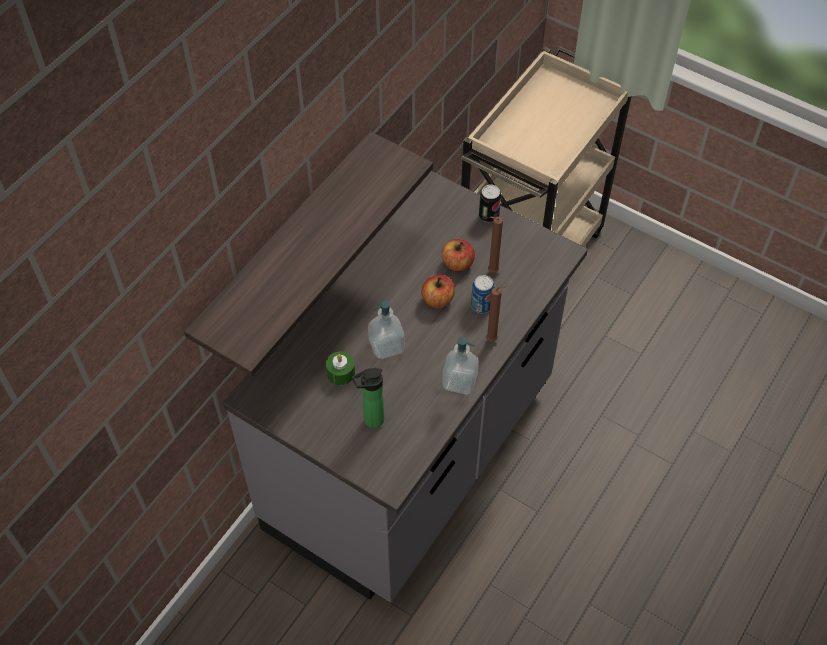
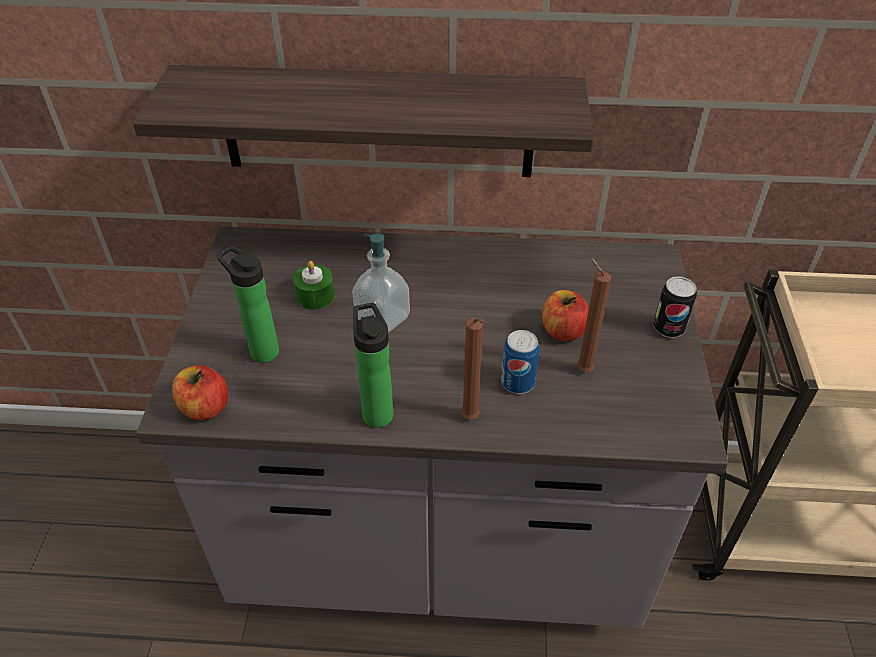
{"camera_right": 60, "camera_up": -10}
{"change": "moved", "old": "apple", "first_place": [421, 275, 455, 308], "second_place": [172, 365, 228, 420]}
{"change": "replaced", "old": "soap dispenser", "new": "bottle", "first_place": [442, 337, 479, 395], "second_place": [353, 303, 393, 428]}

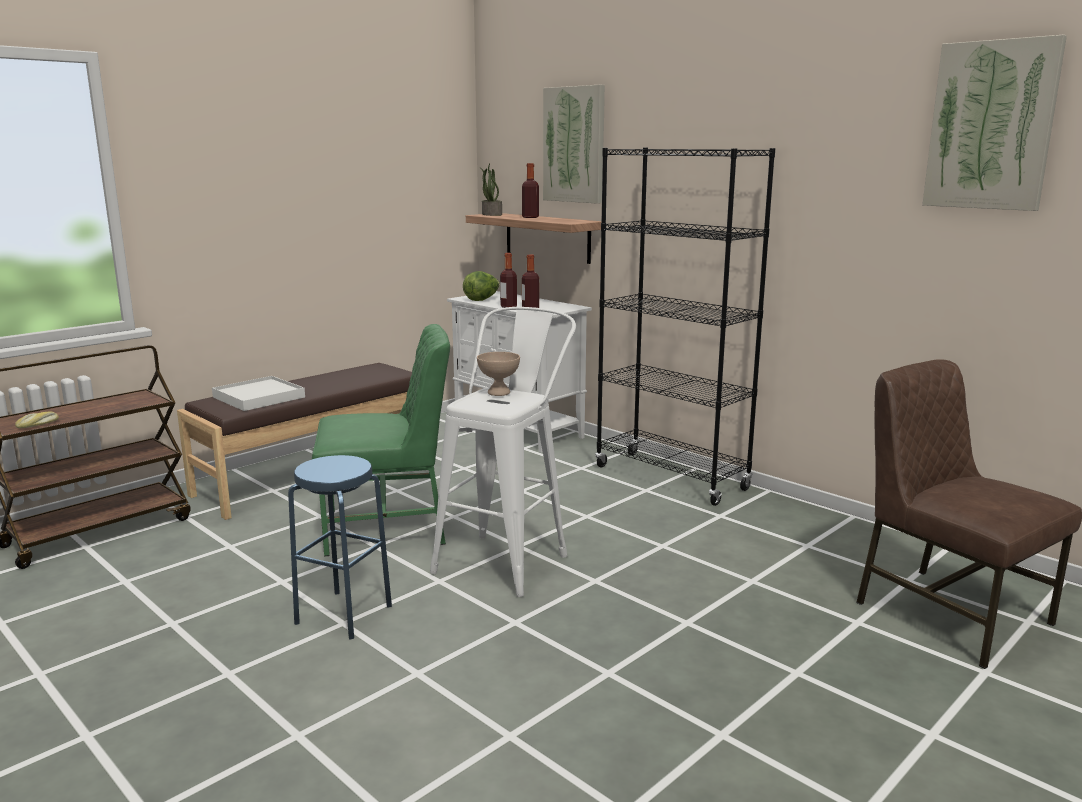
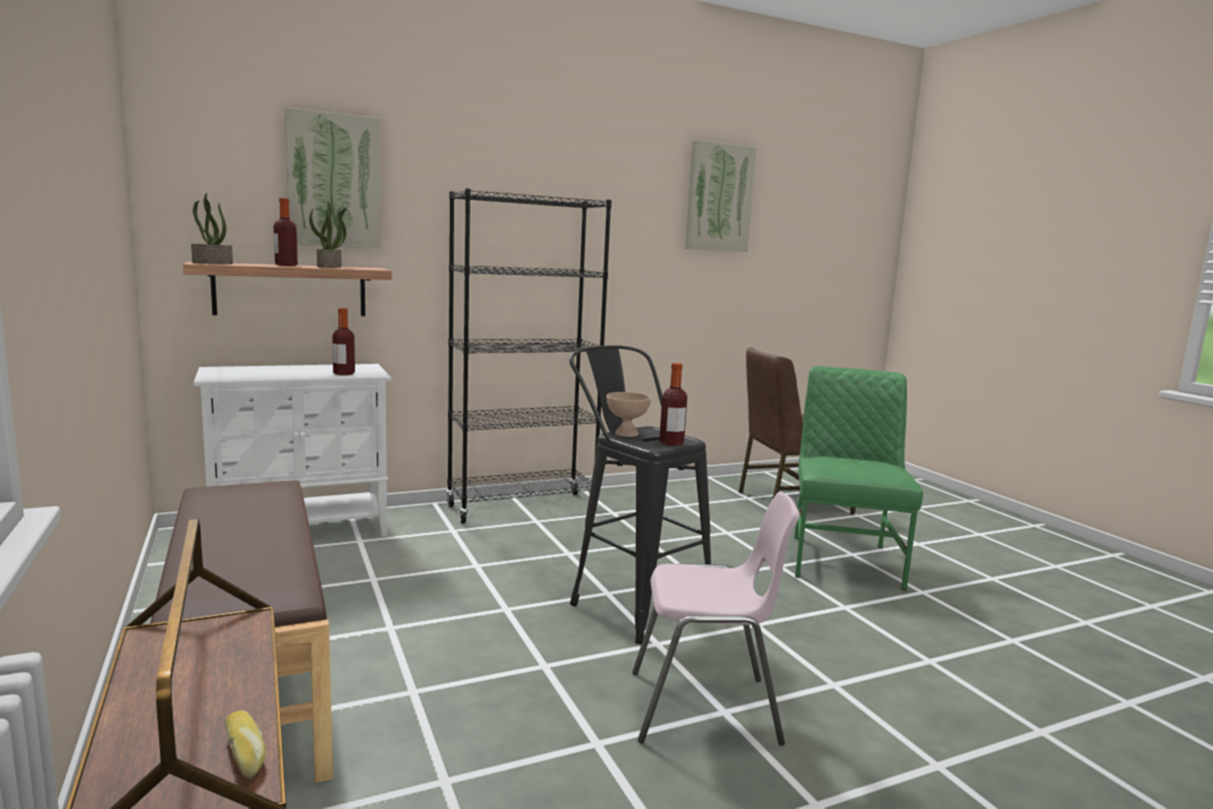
{"camera_right": -70, "camera_up": -5}
{"change": "removed", "old": "white tray", "first_place": [212, 376, 305, 411]}
{"change": "replaced", "old": "blue stool", "new": "pink chair", "first_place": [288, 455, 392, 639], "second_place": [632, 492, 800, 746]}
{"change": "moved", "old": "green chair", "first_place": [312, 324, 450, 556], "second_place": [794, 366, 923, 590]}
{"change": "recoloured", "old": "white stool", "new": "black stool", "first_place": [430, 307, 576, 597], "second_place": [569, 345, 711, 644]}
{"change": "removed", "old": "lettuce", "first_place": [463, 271, 500, 301]}
{"change": "moved", "old": "bottle", "first_place": [500, 253, 517, 308], "second_place": [659, 363, 687, 446]}
{"change": "added", "new": "potted plant", "second_place": [309, 201, 347, 268]}

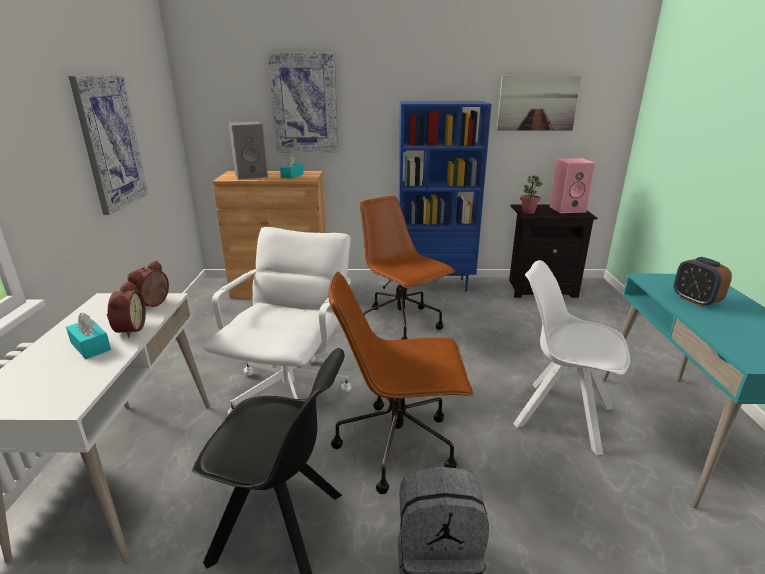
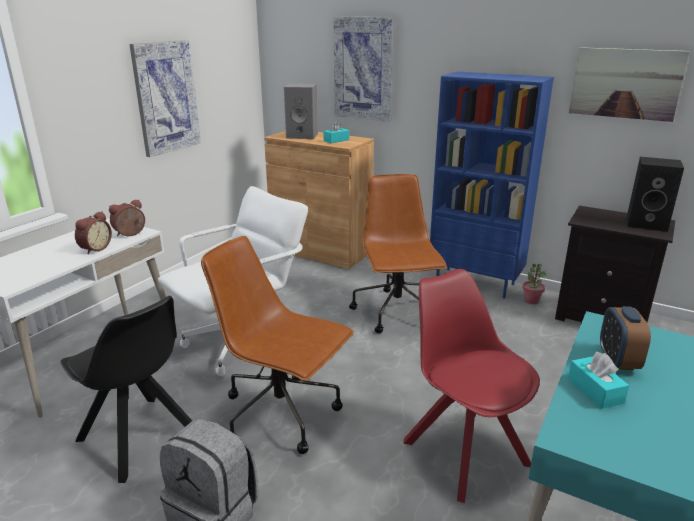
{"camera_right": 30, "camera_up": 0}
{"change": "moved", "old": "turquoise tissue box", "first_place": [66, 313, 111, 359], "second_place": [568, 352, 629, 409]}
{"change": "recoloured", "old": "white chair", "new": "red chair", "first_place": [513, 260, 630, 455], "second_place": [403, 269, 540, 503]}
{"change": "moved", "old": "potted plant", "first_place": [520, 175, 543, 214], "second_place": [522, 264, 547, 304]}
{"change": "recoloured", "old": "pink speaker", "new": "black speaker", "first_place": [550, 158, 595, 213], "second_place": [627, 157, 684, 232]}

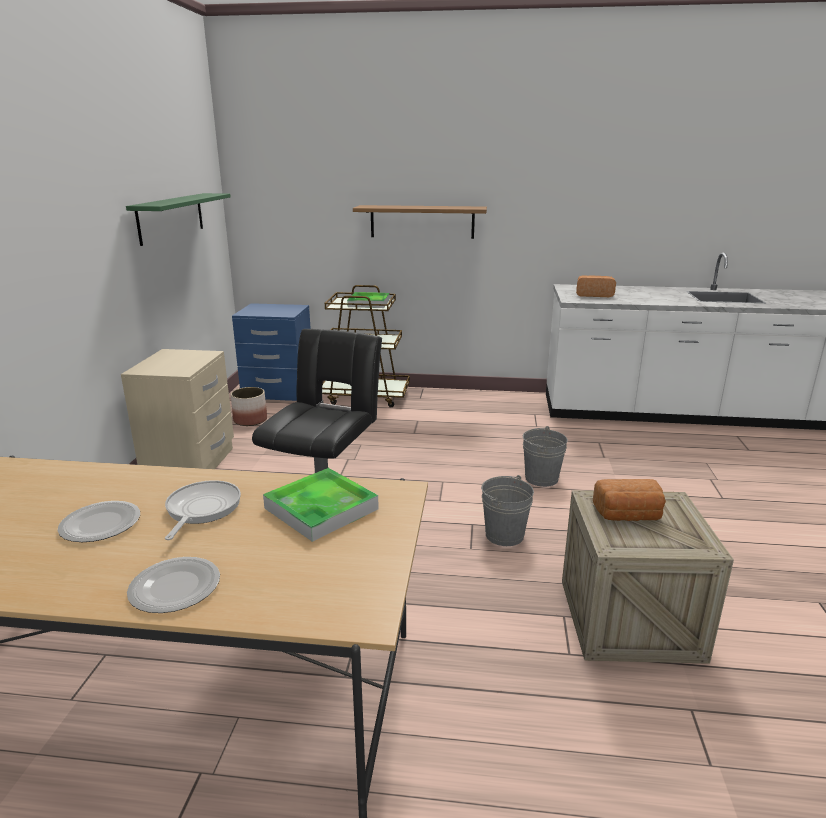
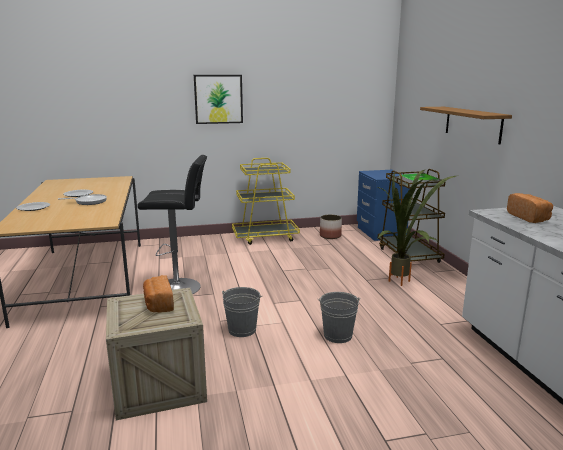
{"camera_right": 70, "camera_up": -5}
{"change": "replaced", "old": "beige nightstand", "new": "yellow cart", "first_place": [121, 349, 234, 469], "second_place": [232, 158, 300, 245]}
{"change": "removed", "old": "green shelf", "first_place": [126, 193, 231, 246]}
{"change": "removed", "old": "tray", "first_place": [263, 468, 379, 542]}
{"change": "added", "new": "picture", "second_place": [194, 75, 243, 124]}
{"change": "added", "new": "potted plant", "second_place": [375, 169, 456, 286]}

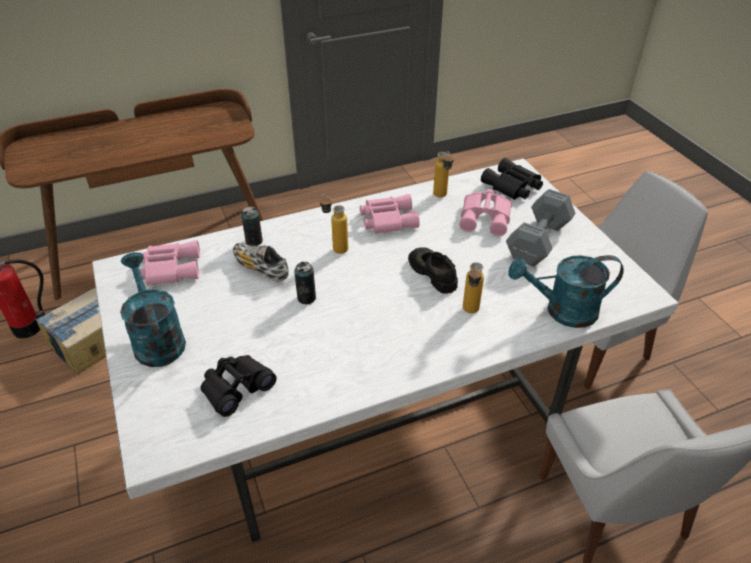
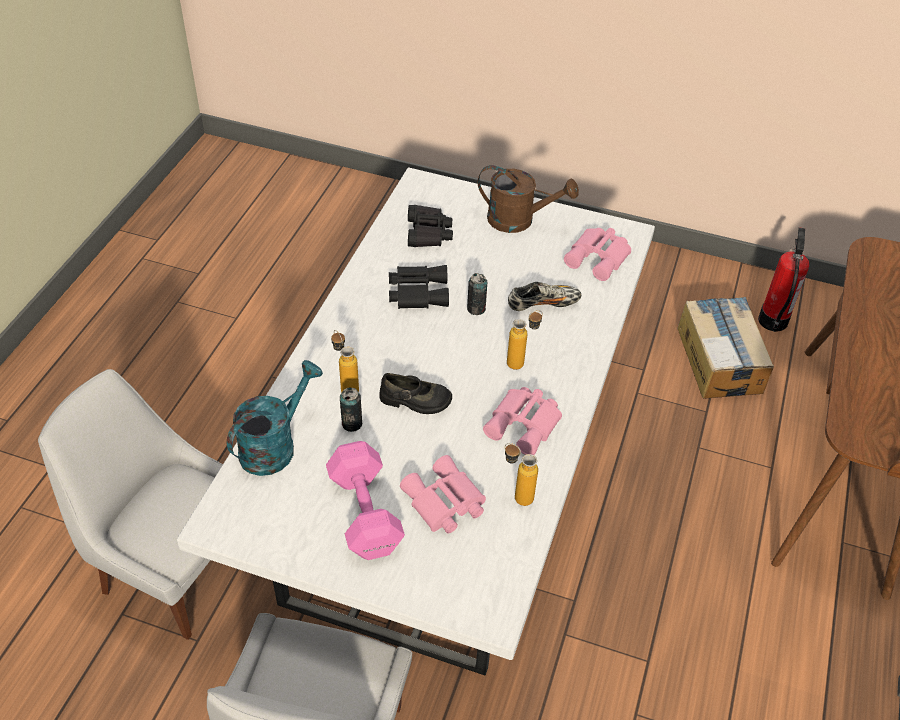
{"camera_right": 130, "camera_up": 5}
{"change": "recoloured", "old": "turquoise watering can", "new": "brown watering can", "first_place": [120, 252, 186, 367], "second_place": [478, 165, 579, 233]}
{"change": "moved", "old": "can", "first_place": [241, 207, 263, 246], "second_place": [340, 387, 362, 432]}
{"change": "moved", "old": "black binoculars", "first_place": [481, 158, 543, 200], "second_place": [389, 265, 449, 309]}
{"change": "recoloured", "old": "grey dumbbell", "new": "pink dumbbell", "first_place": [506, 189, 575, 267], "second_place": [326, 441, 405, 560]}

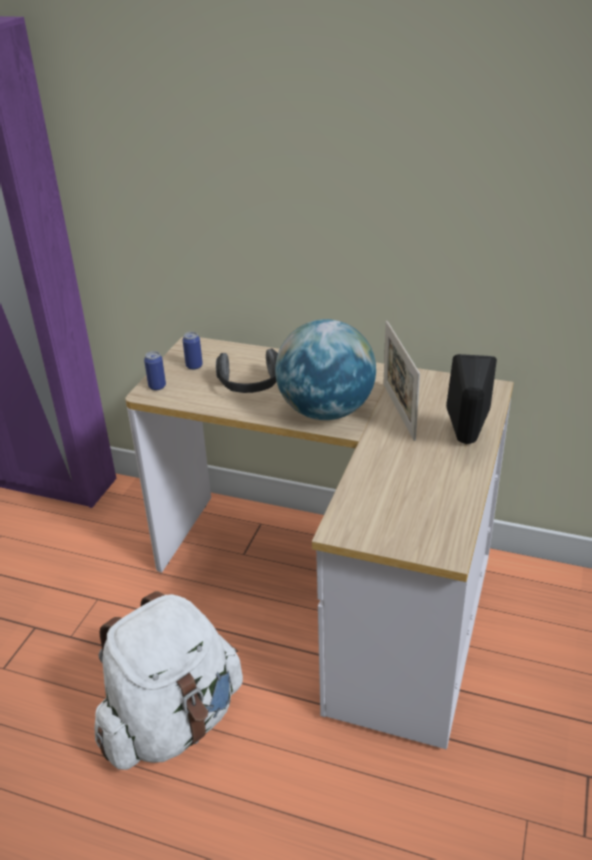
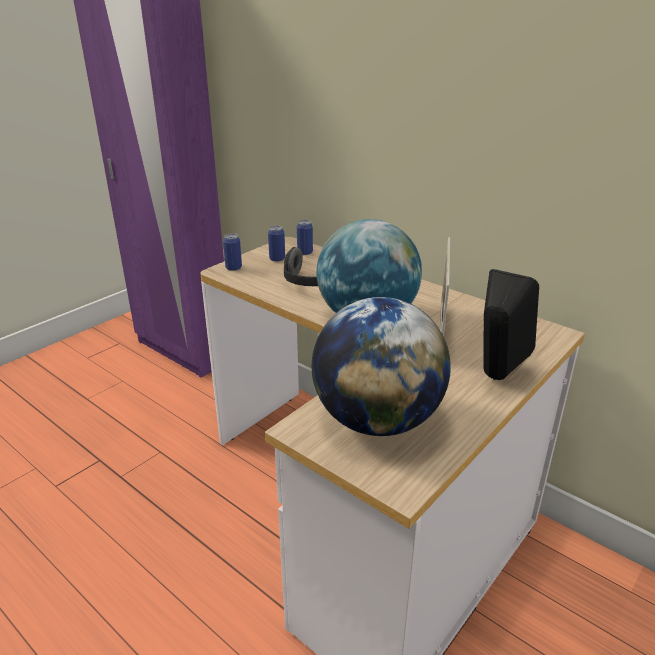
{"camera_right": 20, "camera_up": -5}
{"change": "removed", "old": "white backpack", "first_place": [95, 591, 243, 770]}
{"change": "added", "new": "can", "second_place": [297, 220, 313, 255]}
{"change": "added", "new": "globe", "second_place": [312, 297, 451, 436]}

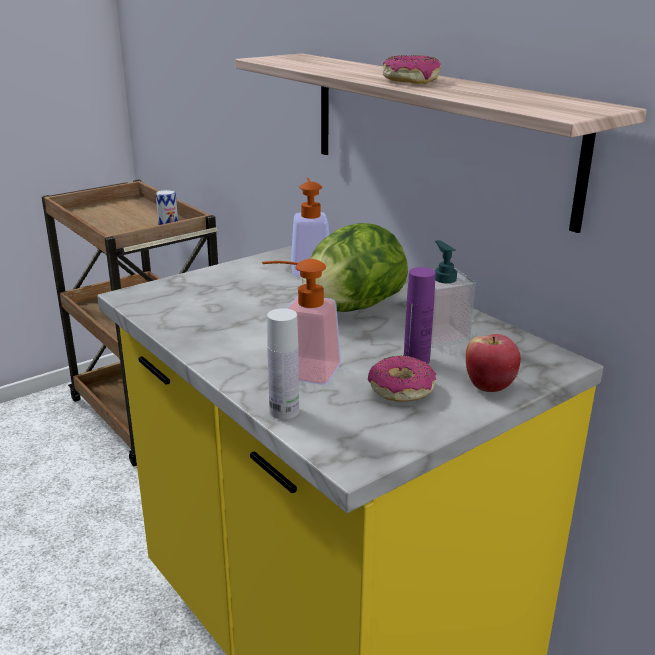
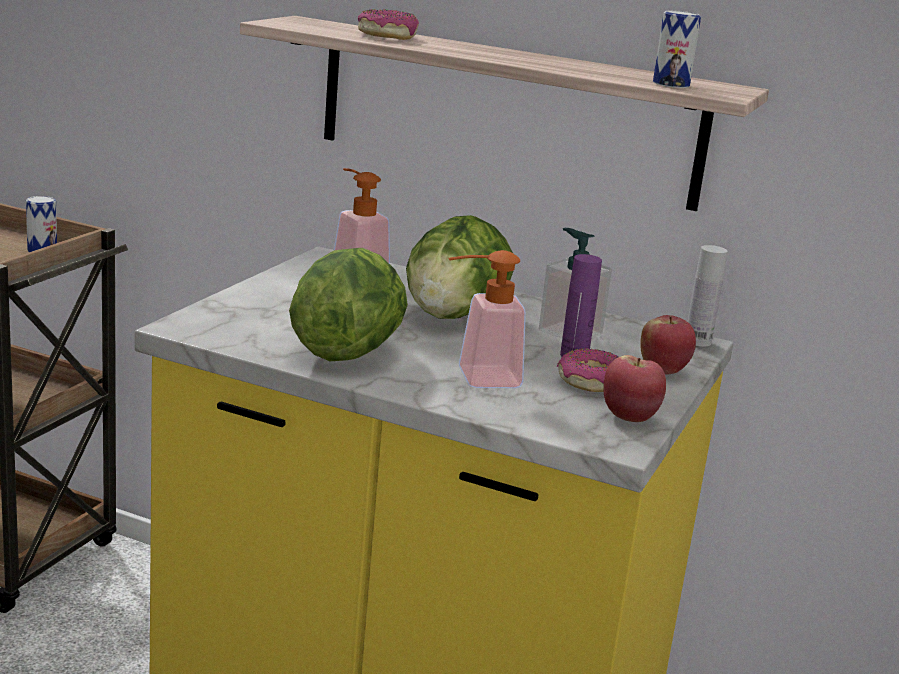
{"camera_right": -30, "camera_up": -5}
{"change": "moved", "old": "white bottle", "first_place": [267, 308, 299, 420], "second_place": [688, 245, 728, 347]}
{"change": "moved", "old": "donut", "first_place": [383, 55, 441, 84], "second_place": [358, 9, 419, 40]}
{"change": "added", "new": "lettuce", "second_place": [289, 248, 408, 361]}
{"change": "added", "new": "apple", "second_place": [603, 355, 666, 422]}
{"change": "added", "new": "can", "second_place": [653, 10, 701, 88]}

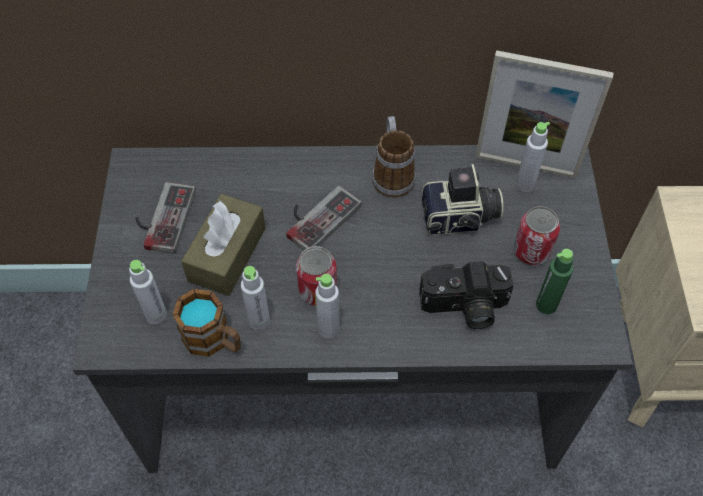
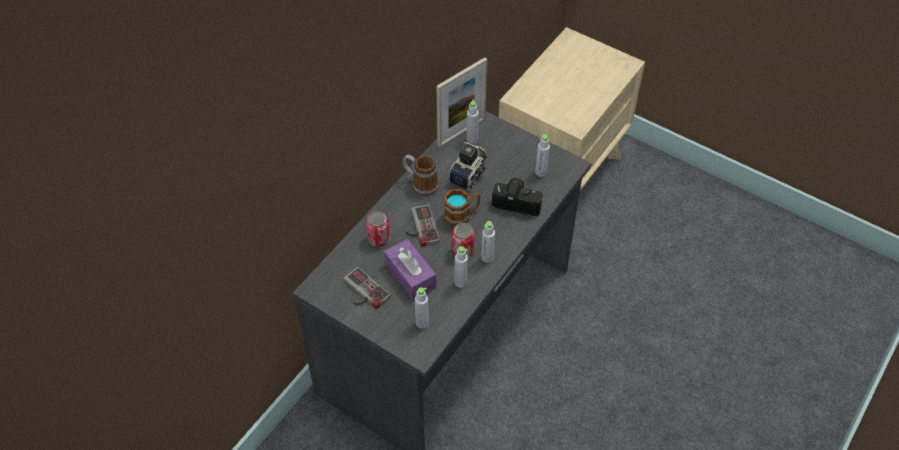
{"camera_right": -55, "camera_up": -5}
{"change": "moved", "old": "mug", "first_place": [172, 289, 241, 357], "second_place": [444, 189, 481, 227]}
{"change": "recoloured", "old": "brown tissue box", "new": "purple tissue box", "first_place": [181, 194, 266, 296], "second_place": [384, 239, 436, 300]}
{"change": "turned", "old": "photo camera", "first_place": [419, 261, 514, 329], "second_place": [492, 178, 543, 216], "degrees": -105}
{"change": "moved", "old": "can", "first_place": [514, 206, 560, 265], "second_place": [366, 211, 390, 247]}
{"change": "recoloured", "old": "green bottle", "new": "grey bottle", "first_place": [536, 249, 574, 314], "second_place": [535, 135, 550, 177]}

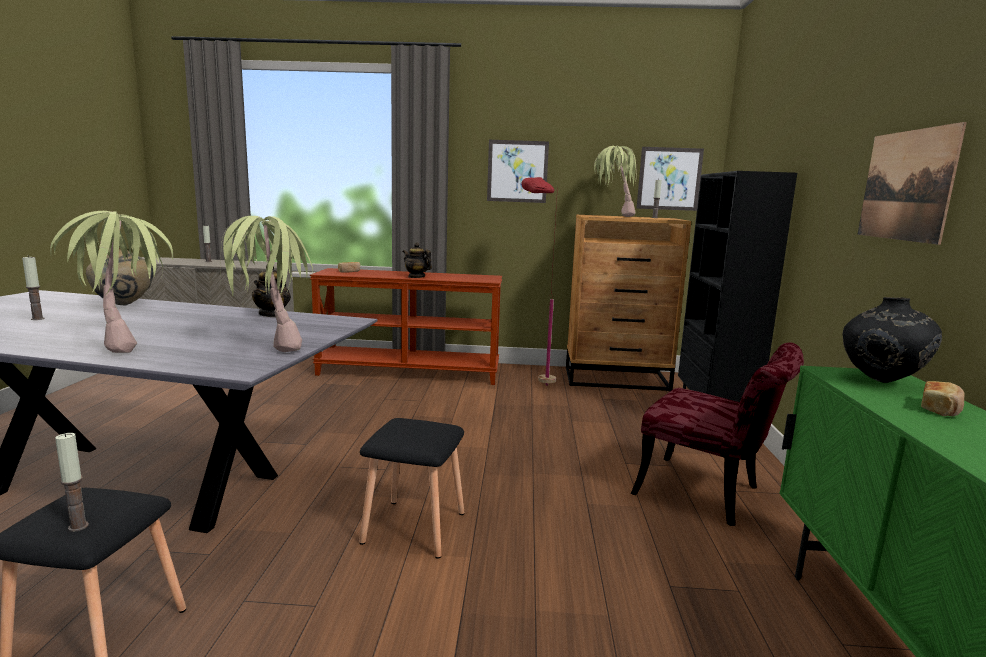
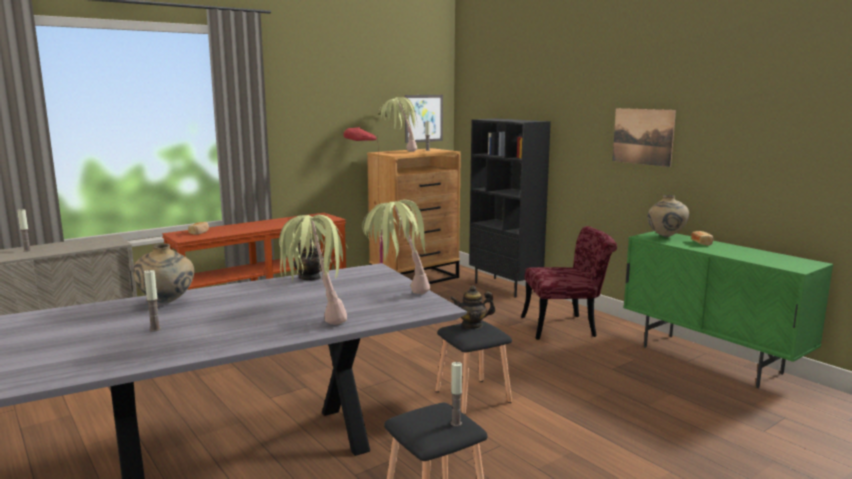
{"camera_right": -40, "camera_up": 0}
{"change": "moved", "old": "teapot", "first_place": [403, 243, 432, 278], "second_place": [450, 285, 495, 329]}
{"change": "removed", "old": "picture", "first_place": [487, 140, 549, 203]}
{"change": "recoloured", "old": "black vase", "new": "beige vase", "first_place": [842, 297, 942, 383], "second_place": [647, 195, 689, 237]}

